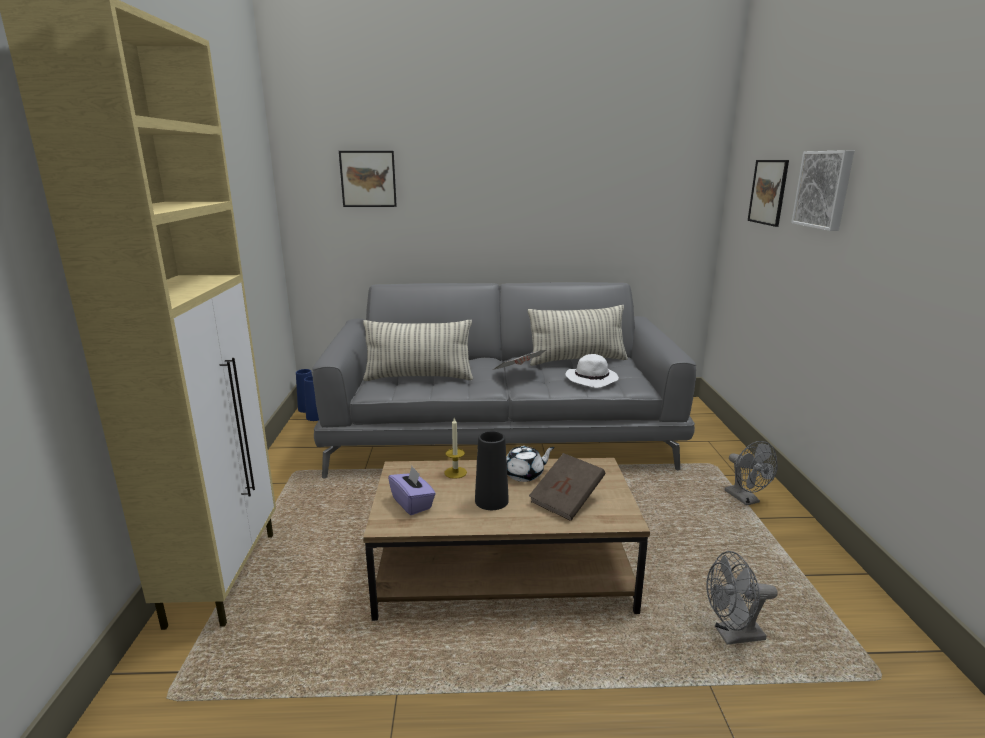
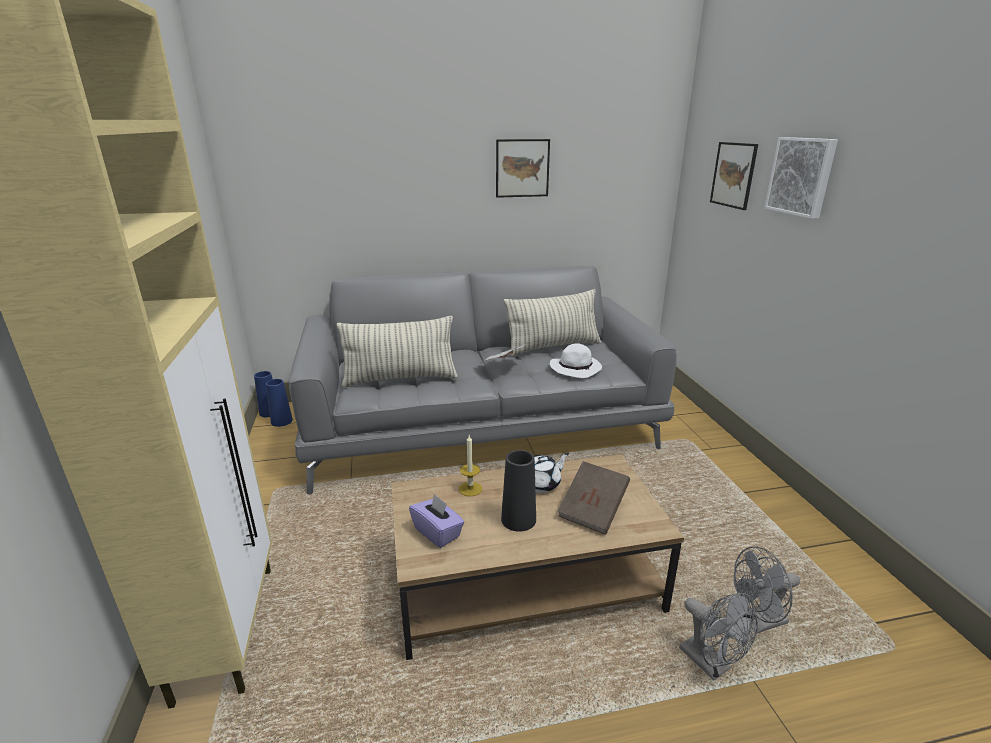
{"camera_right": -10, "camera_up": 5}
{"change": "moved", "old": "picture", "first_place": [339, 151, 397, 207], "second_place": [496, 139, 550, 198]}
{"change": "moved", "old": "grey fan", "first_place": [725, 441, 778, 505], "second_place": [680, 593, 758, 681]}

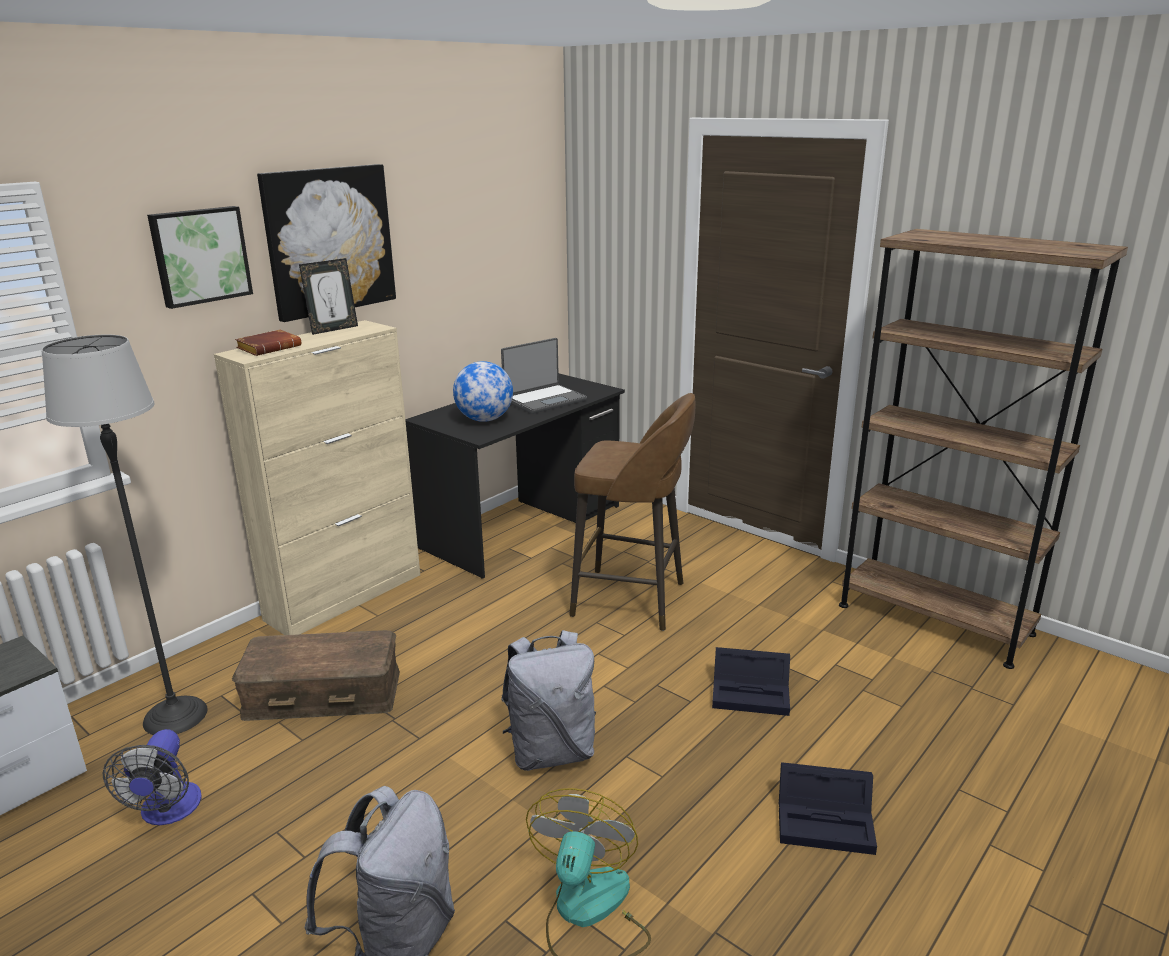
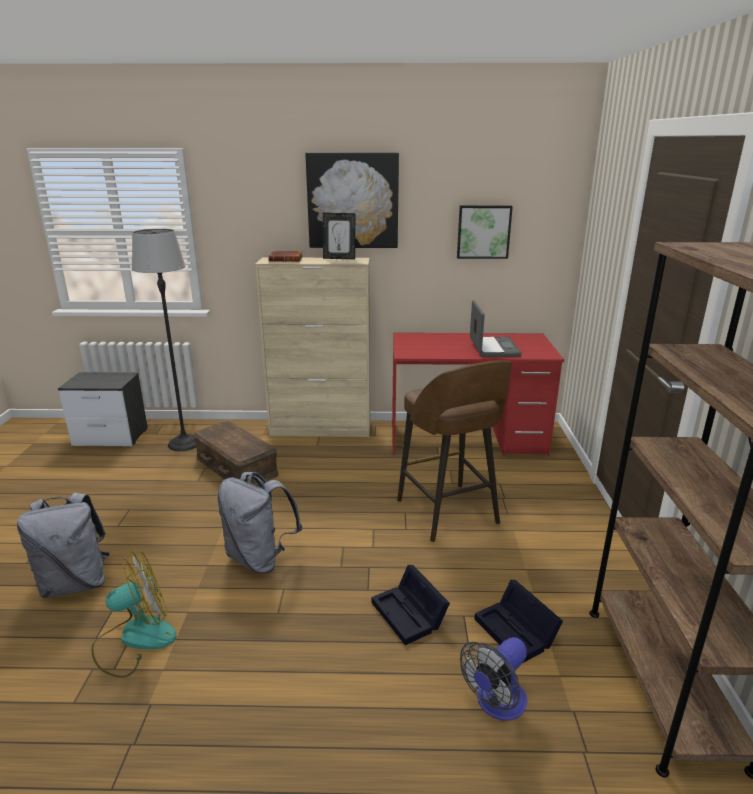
{"camera_right": 50, "camera_up": 0}
{"change": "moved", "old": "fan", "first_place": [103, 729, 202, 825], "second_place": [460, 637, 527, 721]}
{"change": "moved", "old": "picture", "first_place": [147, 206, 253, 309], "second_place": [457, 205, 513, 259]}
{"change": "recoloured", "old": "black desk", "new": "red desk", "first_place": [405, 374, 625, 579], "second_place": [392, 333, 564, 456]}
{"change": "removed", "old": "globe", "first_place": [453, 361, 513, 422]}
{"change": "turned", "old": "laptop", "first_place": [501, 338, 587, 414], "second_place": [470, 300, 522, 357], "degrees": -105}
{"change": "moved", "old": "black storage box", "first_place": [779, 762, 877, 855], "second_place": [474, 580, 563, 663]}

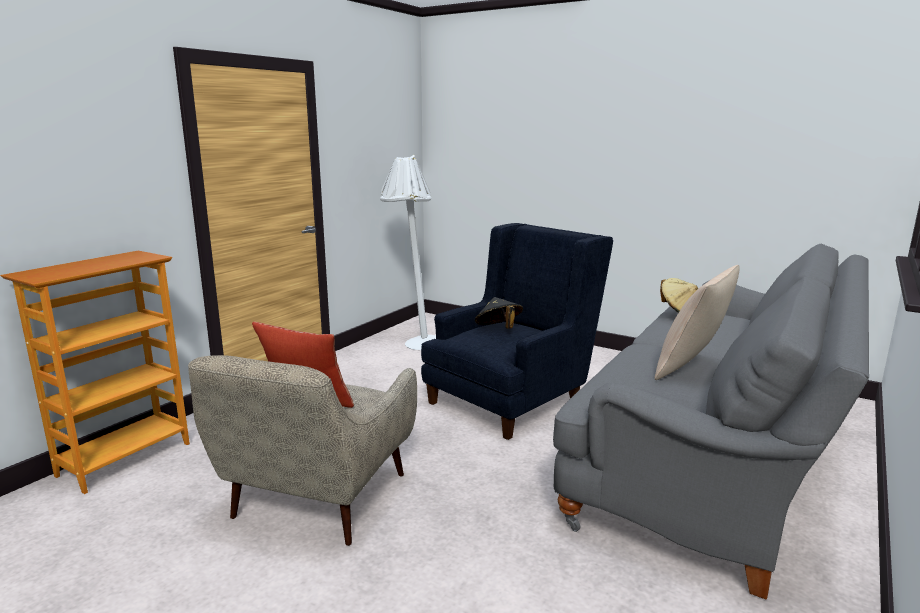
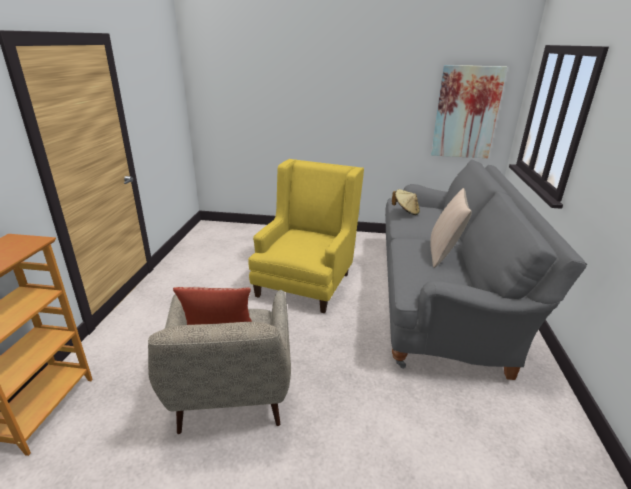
{"camera_right": -25, "camera_up": 10}
{"change": "removed", "old": "white floor lamp", "first_place": [380, 155, 436, 350]}
{"change": "recoloured", "old": "blue armchair", "new": "yellow armchair", "first_place": [421, 223, 613, 440], "second_place": [248, 159, 364, 313]}
{"change": "removed", "old": "black hat", "first_place": [475, 297, 523, 329]}
{"change": "added", "new": "picture", "second_place": [431, 65, 507, 158]}

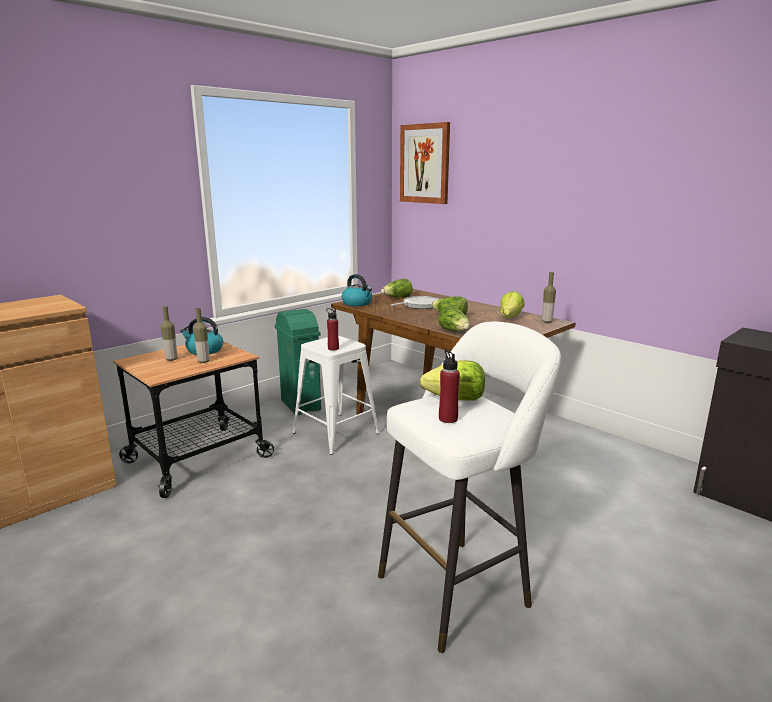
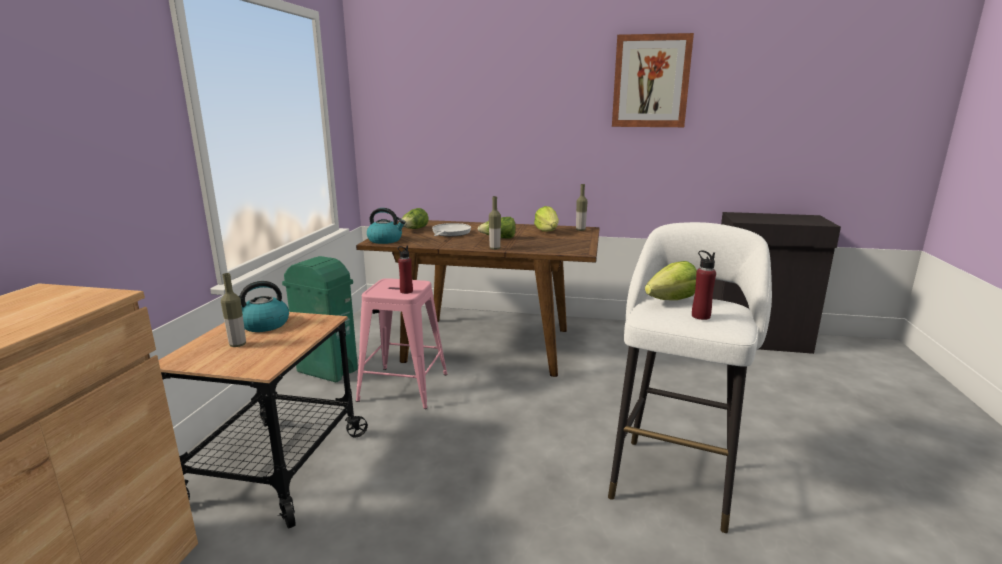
{"camera_right": -35, "camera_up": 0}
{"change": "moved", "old": "bottle", "first_place": [193, 308, 210, 363], "second_place": [489, 196, 501, 250]}
{"change": "recoloured", "old": "white stool", "new": "pink stool", "first_place": [292, 336, 380, 455], "second_place": [356, 278, 448, 409]}
{"change": "moved", "old": "picture", "first_place": [400, 122, 450, 204], "second_place": [612, 33, 694, 127]}
{"change": "removed", "old": "lettuce", "first_place": [438, 306, 470, 331]}

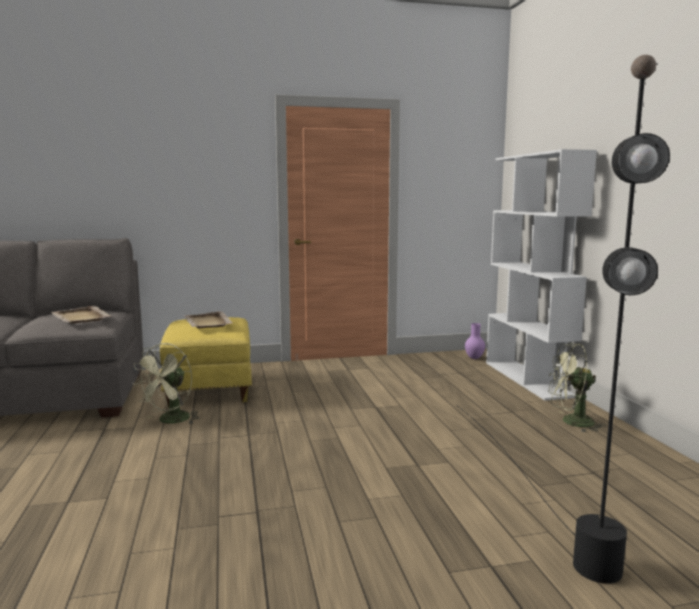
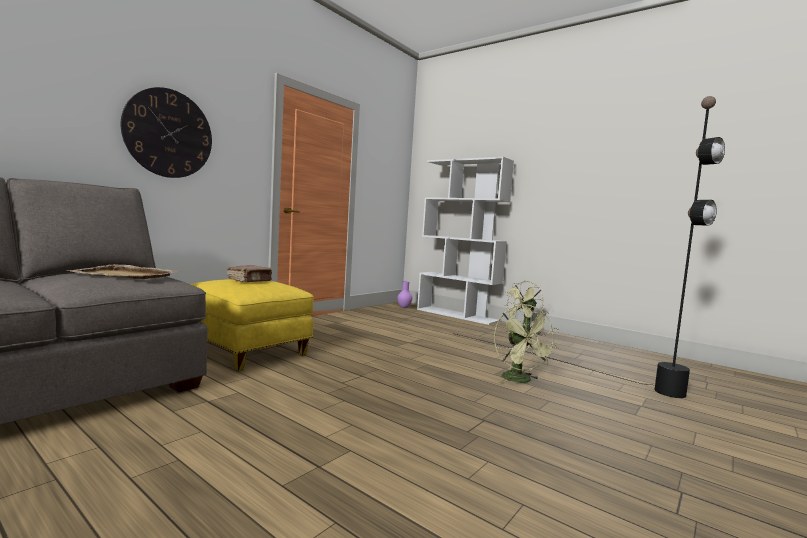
{"camera_right": -40, "camera_up": -5}
{"change": "moved", "old": "green fan", "first_place": [132, 343, 200, 424], "second_place": [494, 304, 558, 383]}
{"change": "replaced", "old": "beige tray", "new": "brown book", "first_place": [185, 311, 232, 328], "second_place": [227, 265, 272, 282]}
{"change": "added", "new": "wall clock", "second_place": [121, 87, 212, 178]}

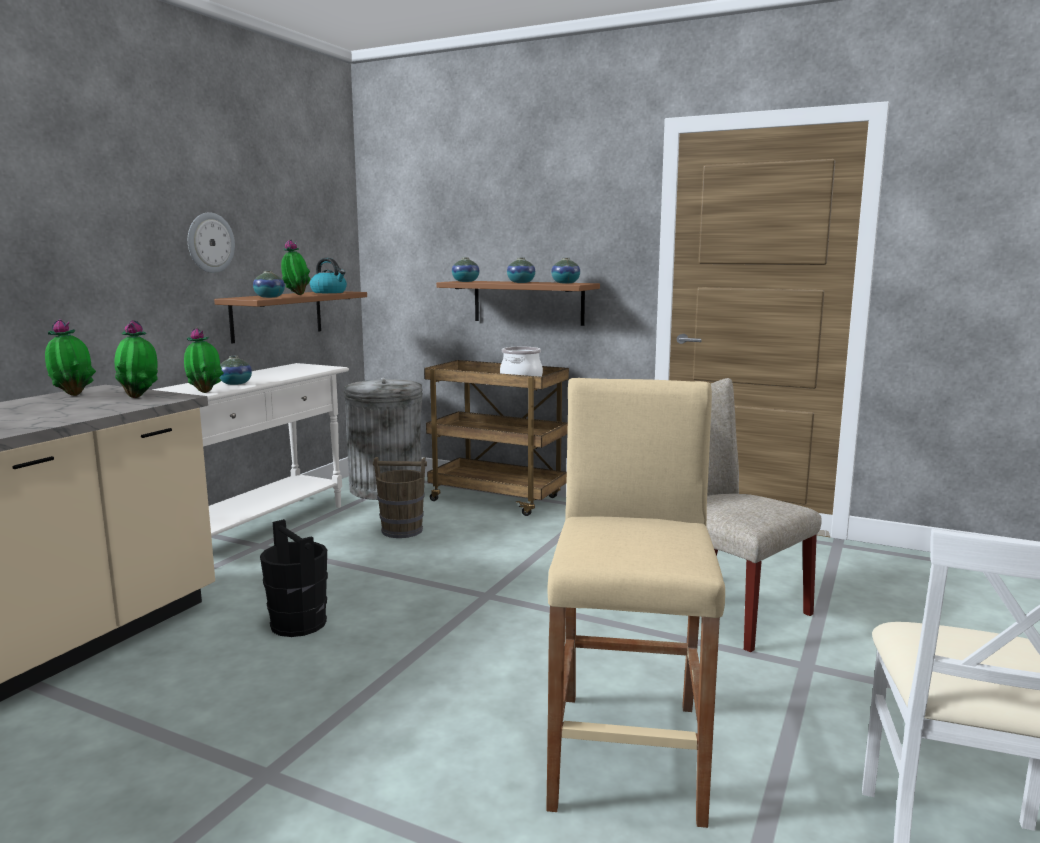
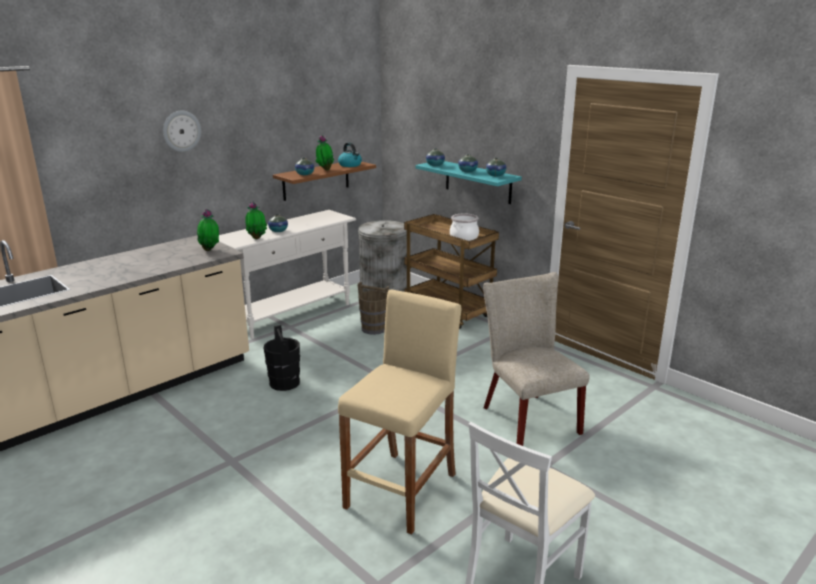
{"camera_right": 20, "camera_up": 10}
{"change": "removed", "old": "potted plant", "first_place": [45, 319, 96, 396]}
{"change": "moved", "old": "wall clock", "first_place": [188, 212, 235, 273], "second_place": [163, 111, 201, 152]}
{"change": "recoloured", "old": "brown shelf", "new": "turquoise shelf", "first_place": [436, 281, 600, 326], "second_place": [415, 161, 522, 204]}

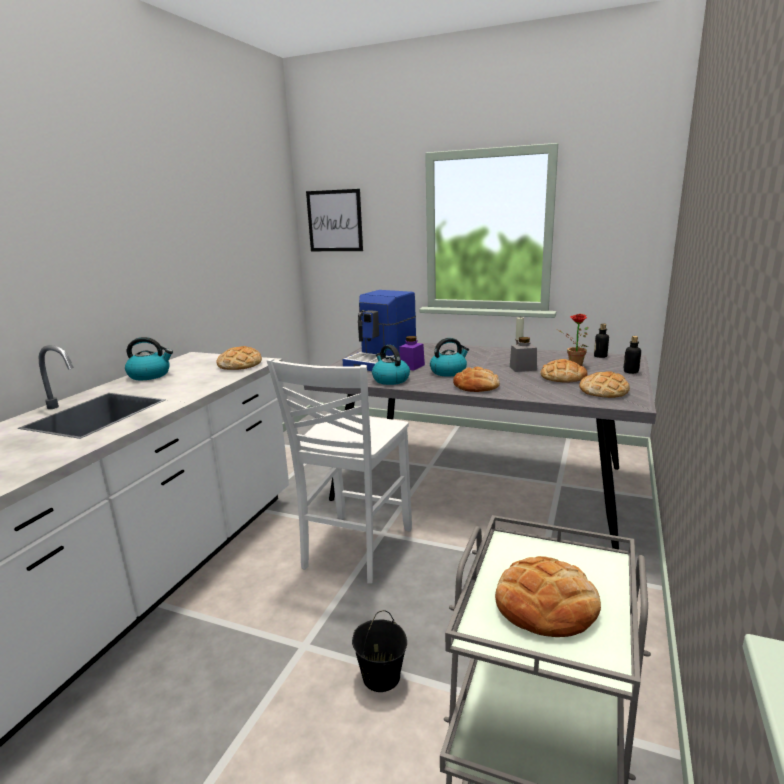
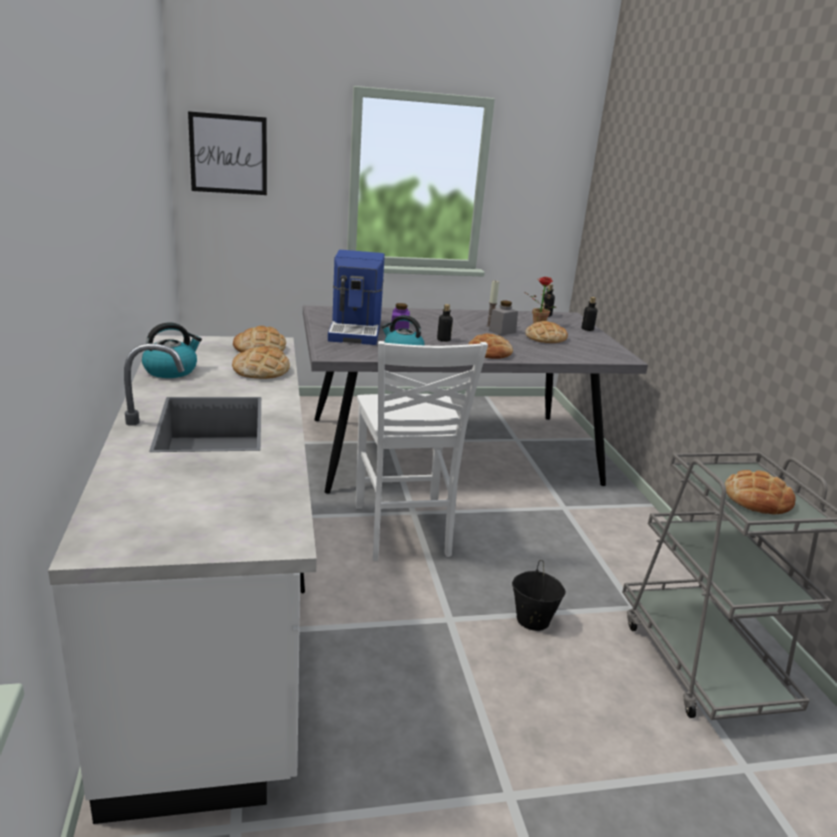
{"camera_right": -35, "camera_up": 5}
{"change": "replaced", "old": "kettle", "new": "bottle", "first_place": [430, 338, 469, 377], "second_place": [437, 304, 453, 342]}
{"change": "moved", "old": "bread", "first_place": [579, 371, 630, 398], "second_place": [232, 346, 290, 379]}

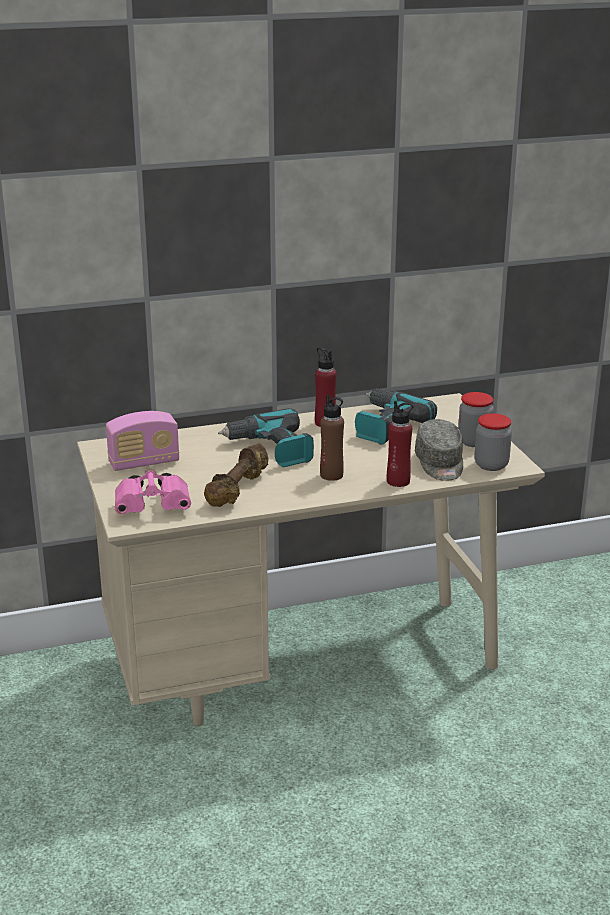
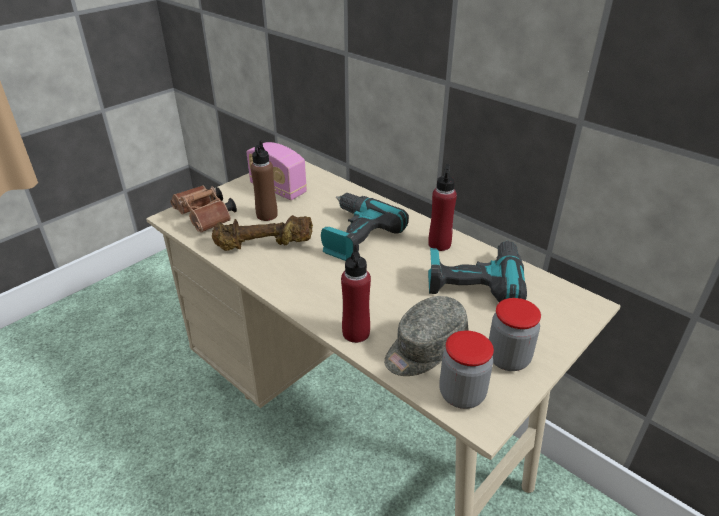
{"camera_right": 60, "camera_up": 10}
{"change": "recoloured", "old": "pink binoculars", "new": "brown binoculars", "first_place": [115, 468, 191, 515], "second_place": [170, 185, 237, 233]}
{"change": "moved", "old": "brown bottle", "first_place": [320, 395, 344, 481], "second_place": [250, 140, 278, 221]}

